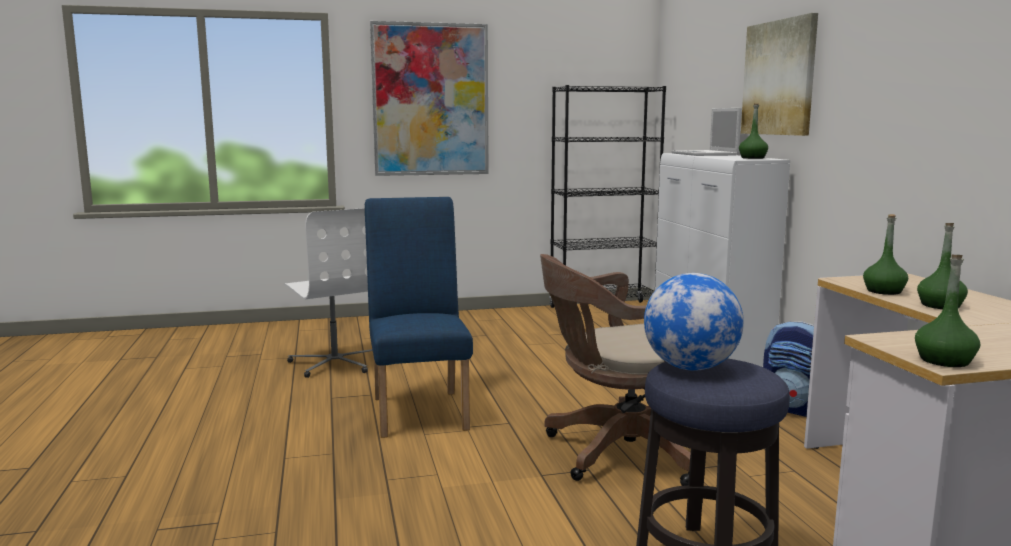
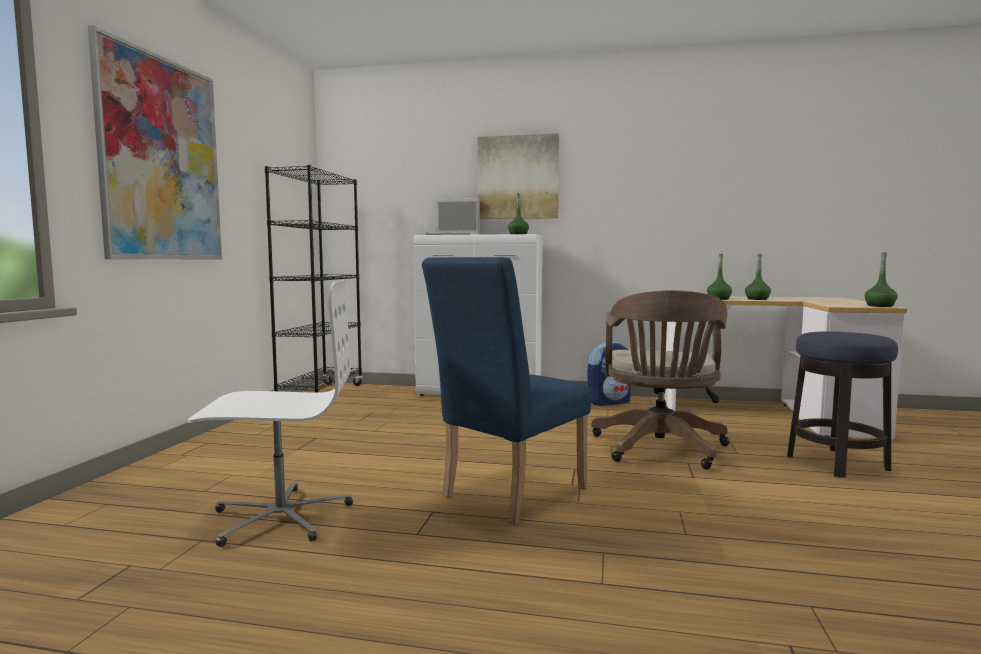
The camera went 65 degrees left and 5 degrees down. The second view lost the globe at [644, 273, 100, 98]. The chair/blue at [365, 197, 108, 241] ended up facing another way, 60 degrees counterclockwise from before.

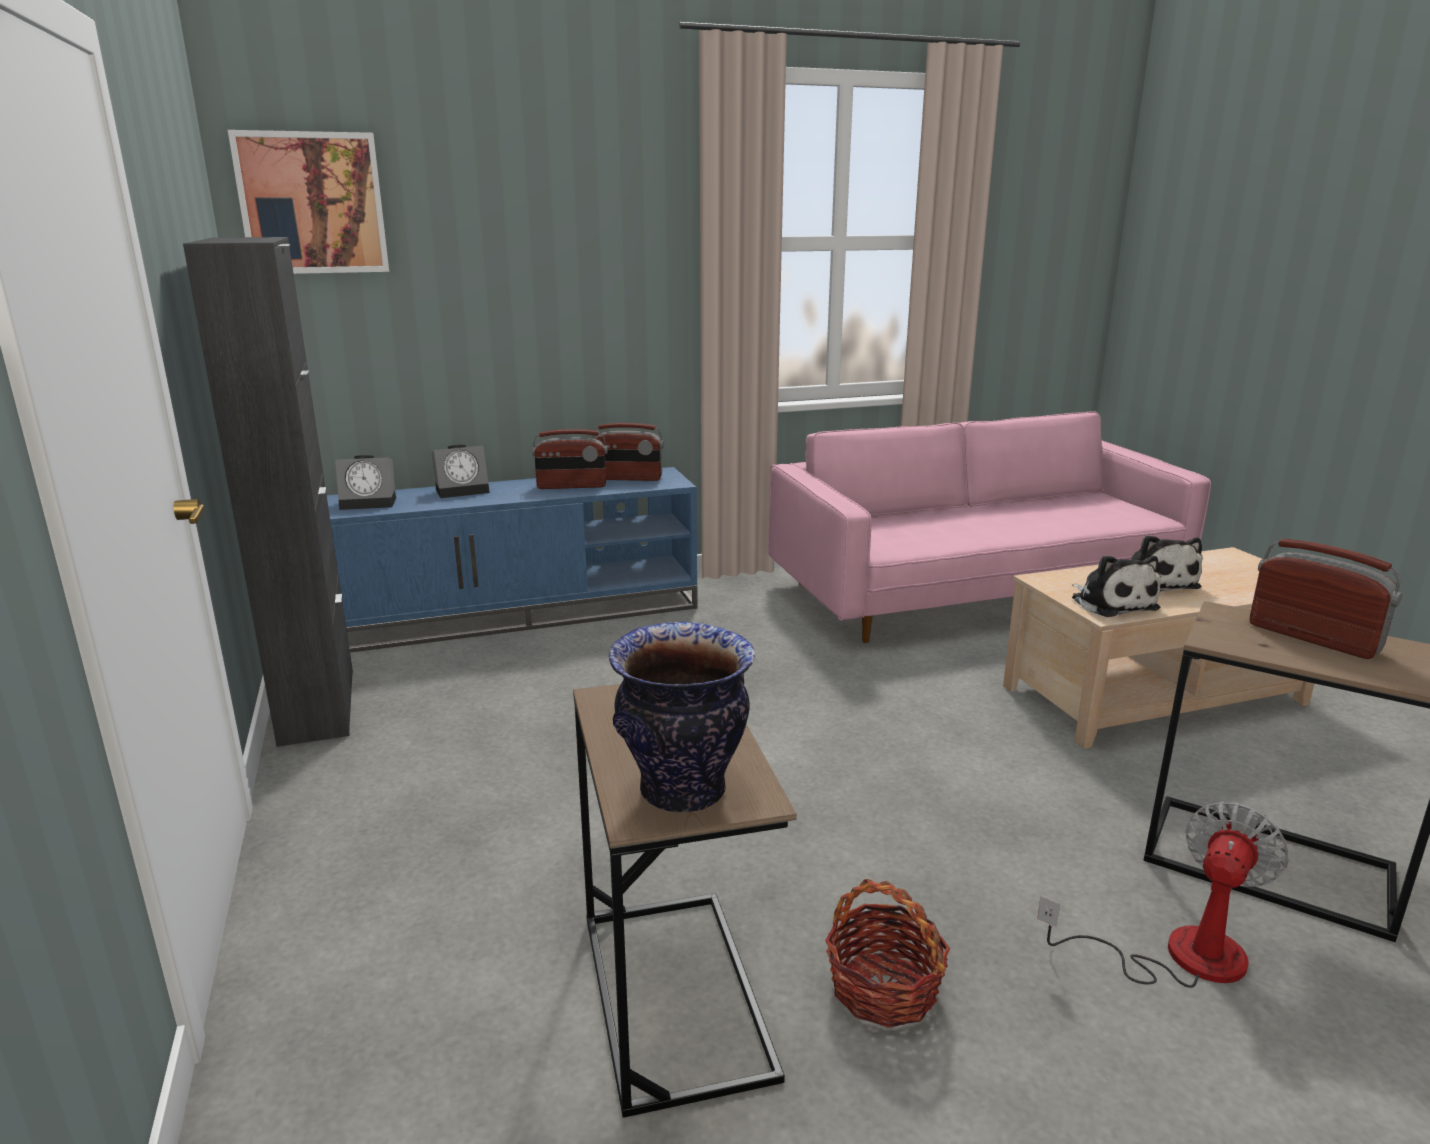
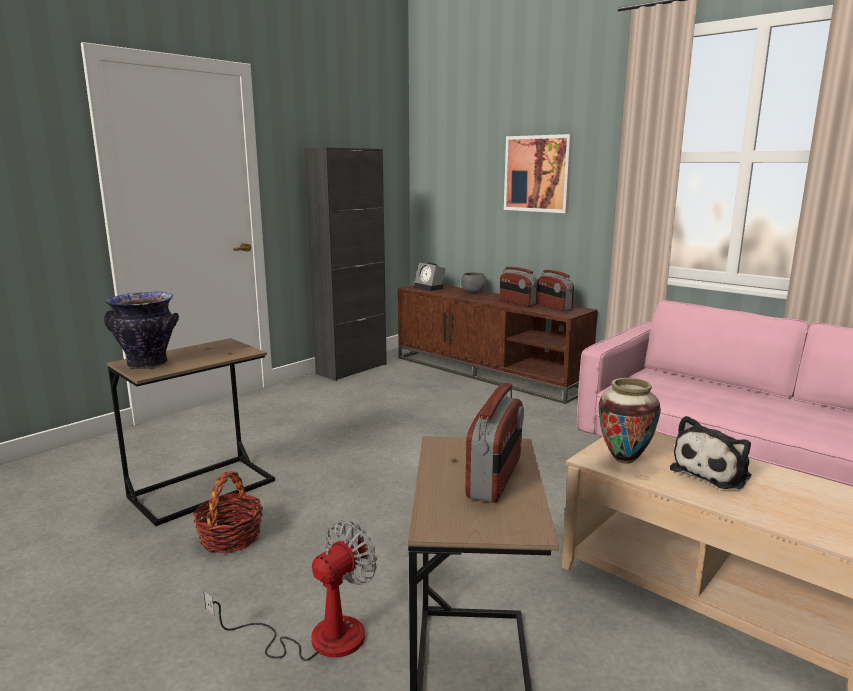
The camera went 60 degrees right and 5 degrees down. The picture ended up elsewhere, having gone from [228, 130, 161, 144] to [504, 134, 69, 79]. Where the alarm clock stood at [431, 444, 59, 54], the bowl/grey came to stand at [461, 272, 26, 22]. Where the plush toy stood at [1072, 555, 89, 62], the vase came to stand at [599, 378, 62, 86]. What was the tv stand/blue at [327, 467, 371, 185] turned into the tv stand/brown at [398, 285, 200, 119]. The fan at [1037, 802, 252, 186] ended up facing another way, 60 degrees counterclockwise from before.

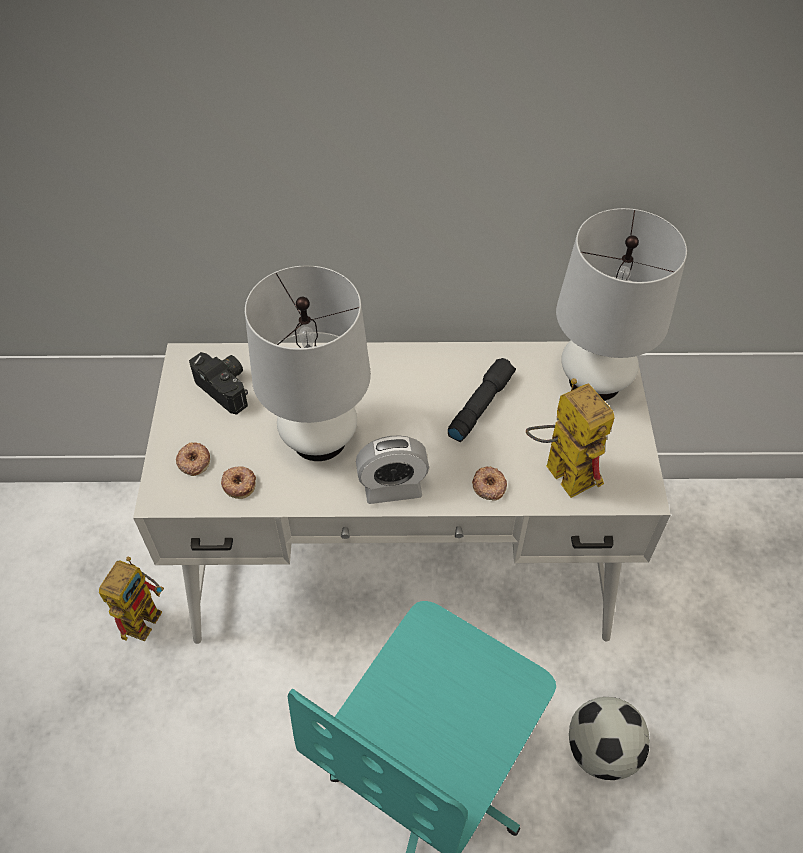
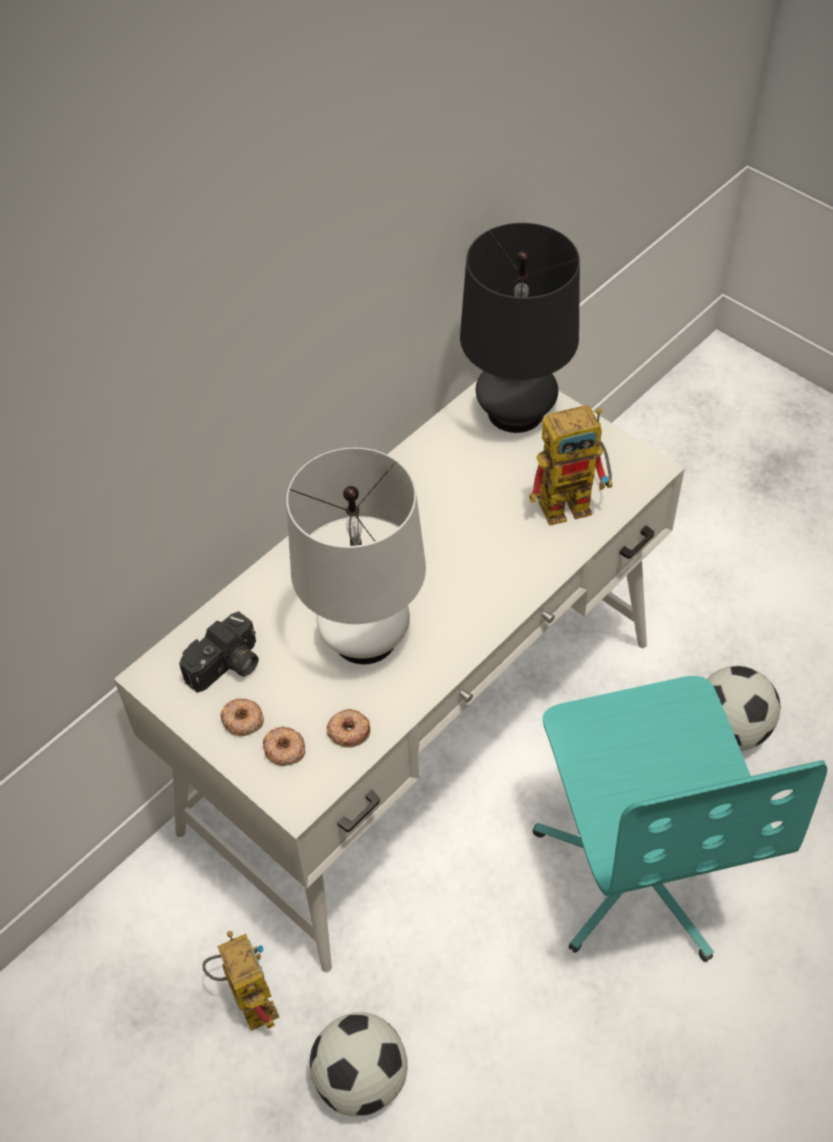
The camera went 45 degrees left and 0 degrees up. The second view lost the alarm clock at [356, 435, 73, 69]. The second view lost the flashlight/black at [448, 358, 68, 84]. The second view gained the football at [310, 1012, 98, 104]. The donut ended up elsewhere, having gone from [472, 466, 35, 35] to [220, 698, 44, 38]. What was the table lamp/white at [556, 208, 131, 193] turned into the table lamp/black at [460, 223, 120, 210]. The photo camera at [189, 352, 59, 63] ended up facing another way, 135 degrees clockwise from before. The toy robot at [526, 378, 89, 120] ended up facing another way, 150 degrees clockwise from before.

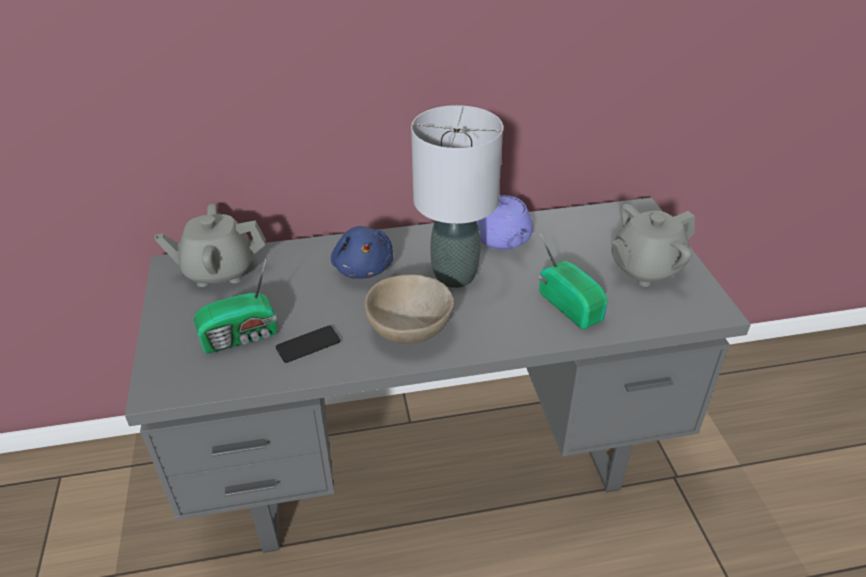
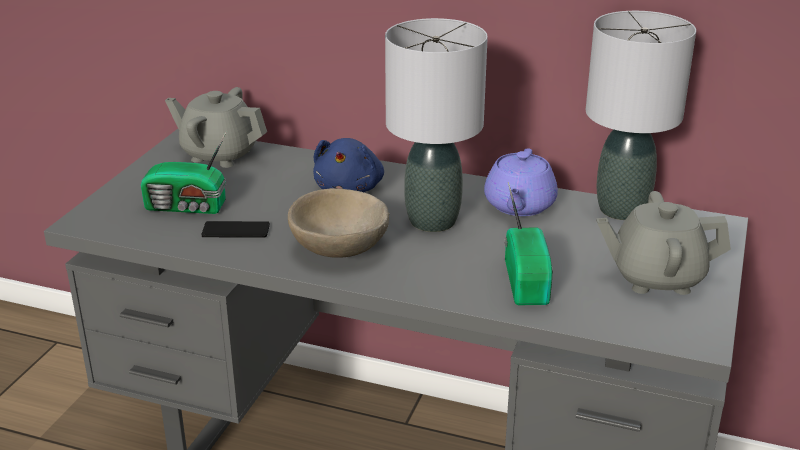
The camera went 30 degrees right and 10 degrees down. The second view gained the table lamp/grey at [586, 11, 110, 209].

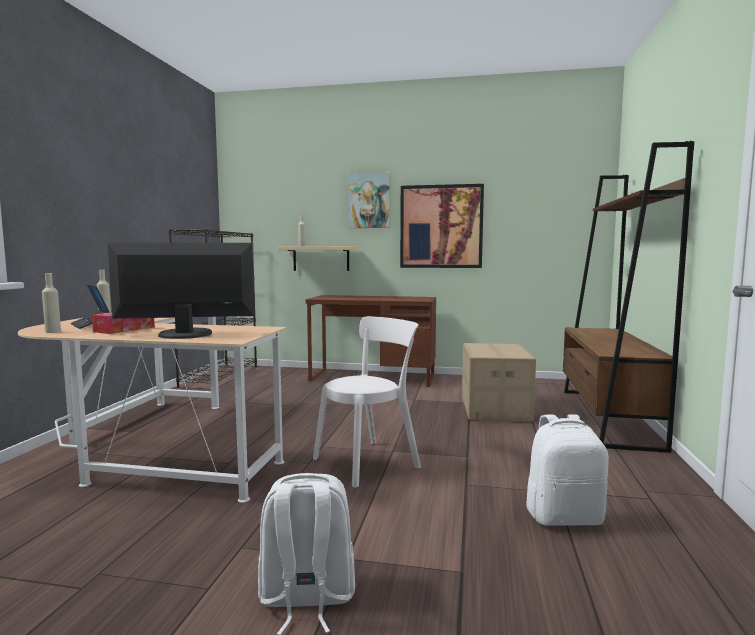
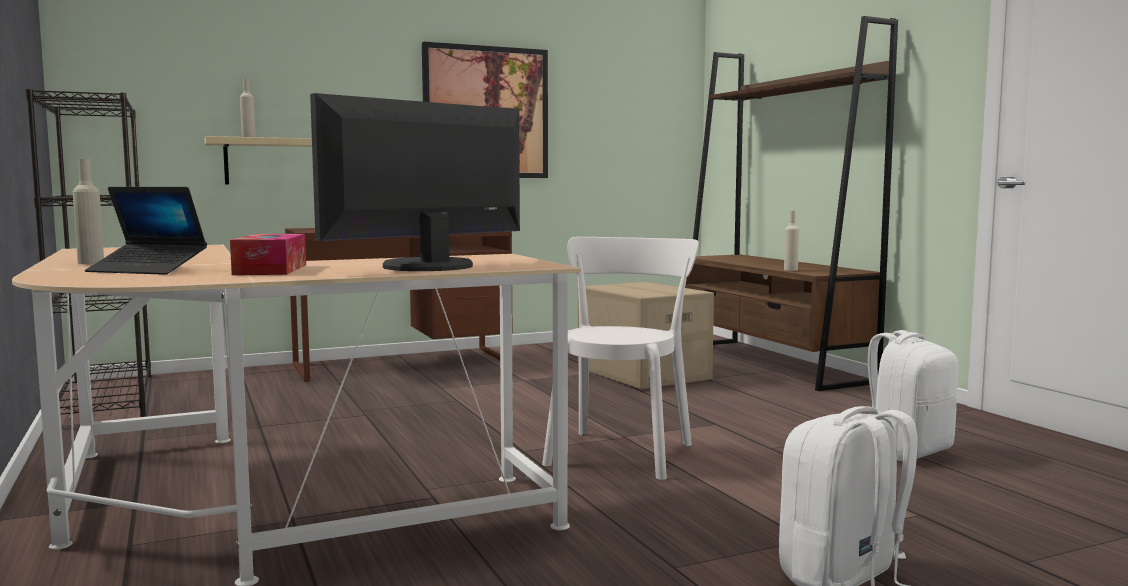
The camera went 35 degrees left and 0 degrees up. The second view lost the picture at [347, 173, 43, 55]. The bottle/beige ended up elsewhere, having gone from [42, 273, 19, 60] to [784, 211, 15, 60].

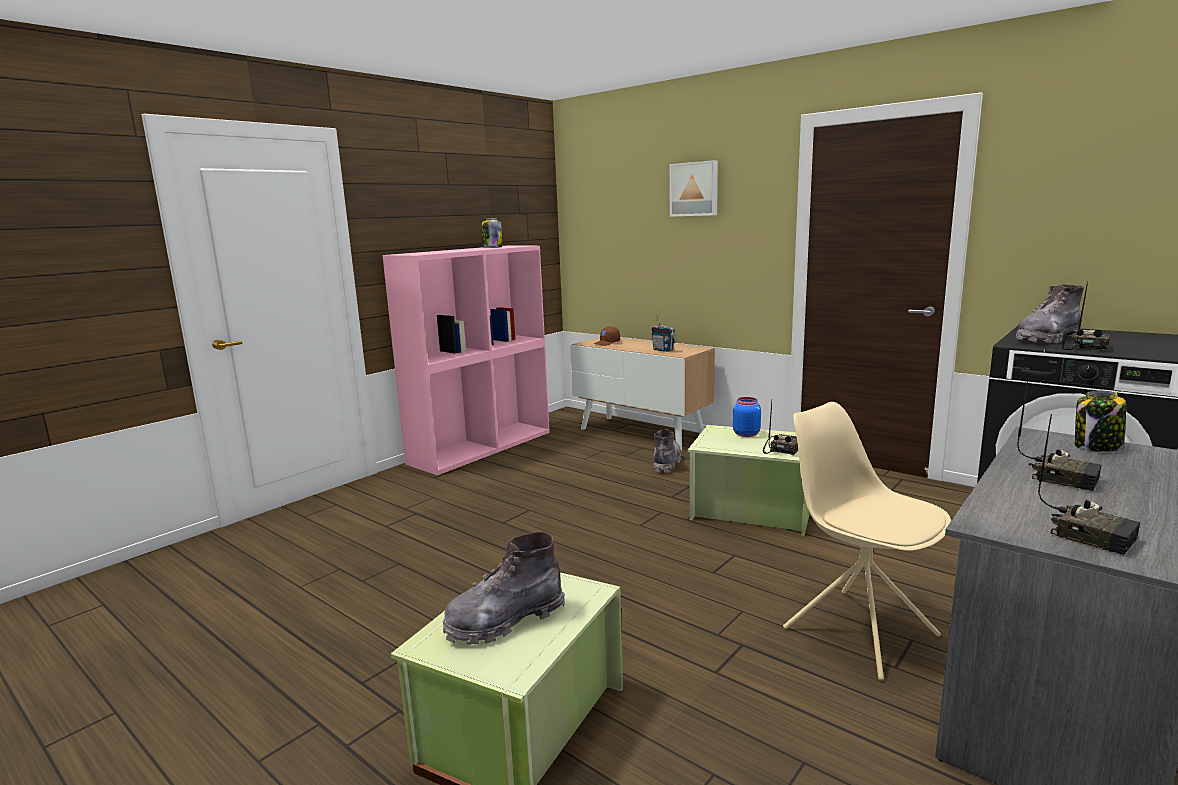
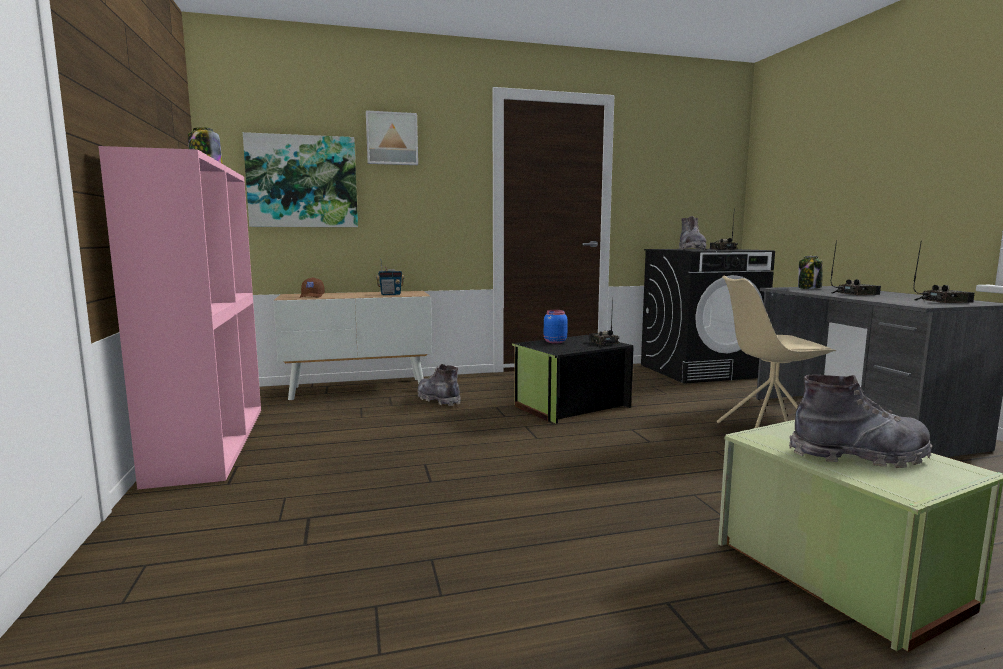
The camera went 55 degrees left and 5 degrees down. The second view gained the picture at [243, 132, 115, 95]. What was the storage box/green at [688, 425, 122, 111] turned into the storage box/black at [512, 335, 122, 88]. The boot/grey at [442, 531, 123, 114] ended up facing another way, 90 degrees counterclockwise from before.

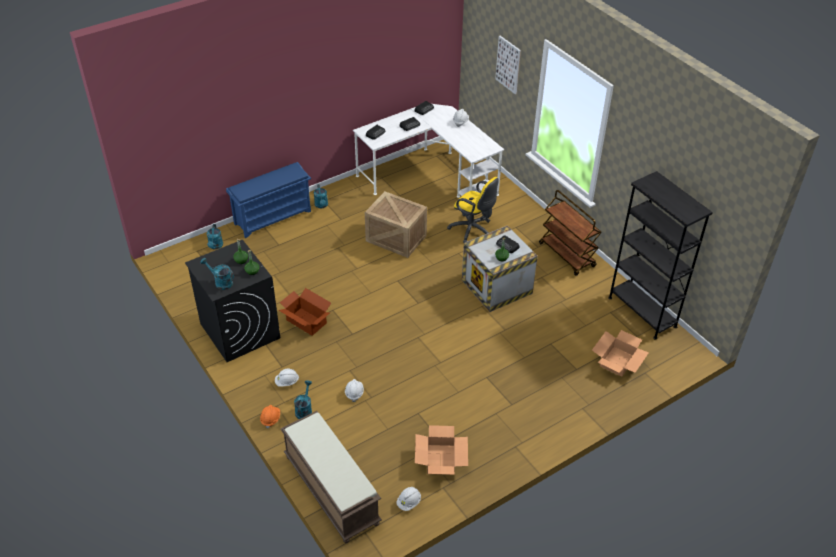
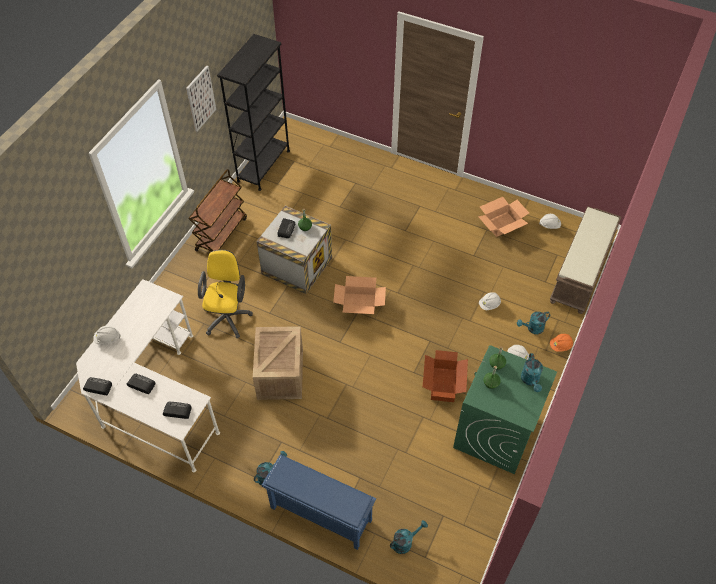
The camera went 120 degrees left and 10 degrees up. The picture ended up elsewhere, having gone from [495, 36, 26, 58] to [186, 66, 30, 66]. The cardboard box ended up elsewhere, having gone from [592, 330, 57, 47] to [333, 276, 53, 38]. What was the washing machine/black at [185, 240, 95, 122] turned into the washing machine/green at [453, 345, 104, 129].

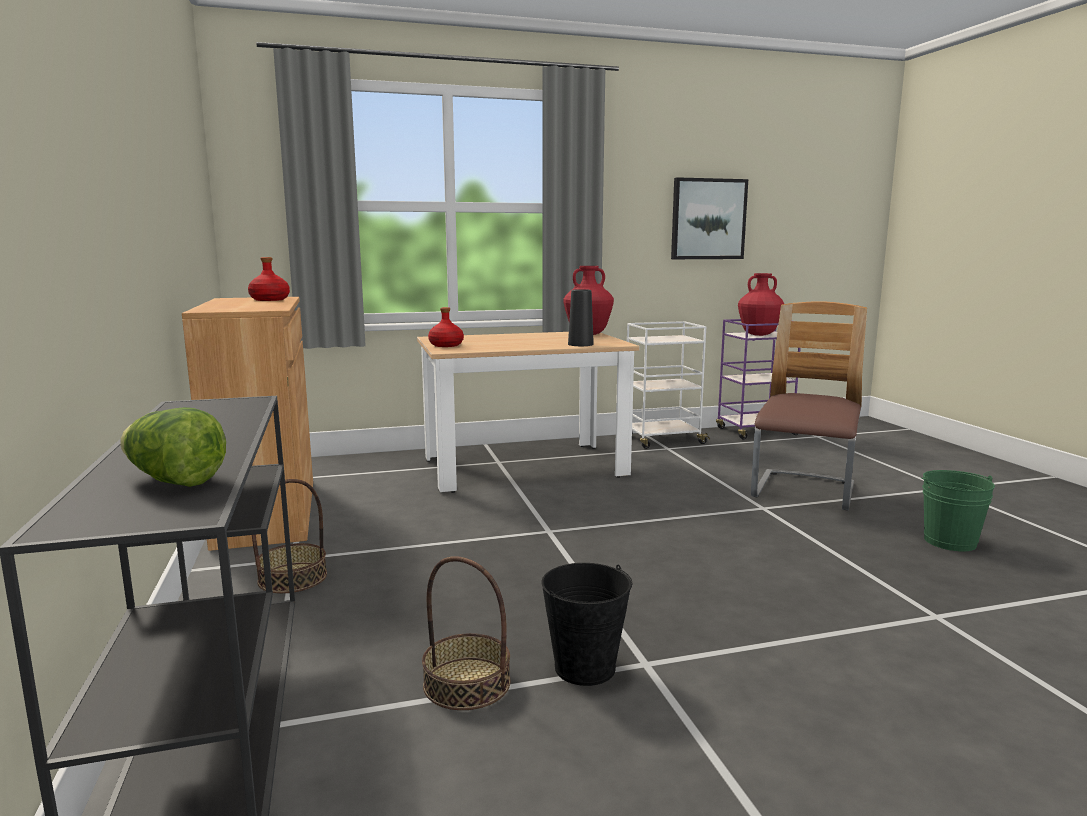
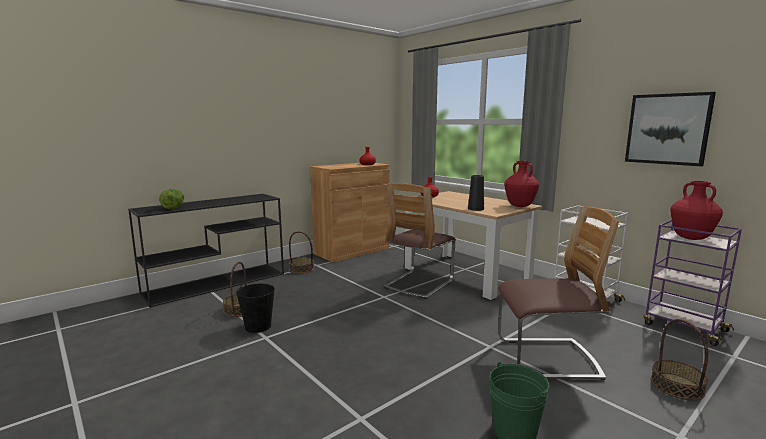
The camera went 65 degrees right and 0 degrees up. The second view gained the chair at [383, 183, 73, 116]. The second view gained the basket at [651, 319, 57, 81].

